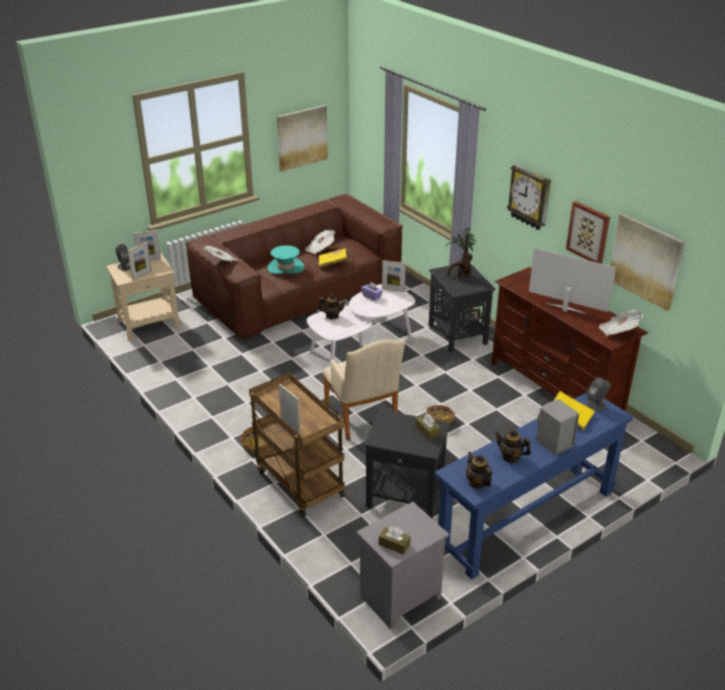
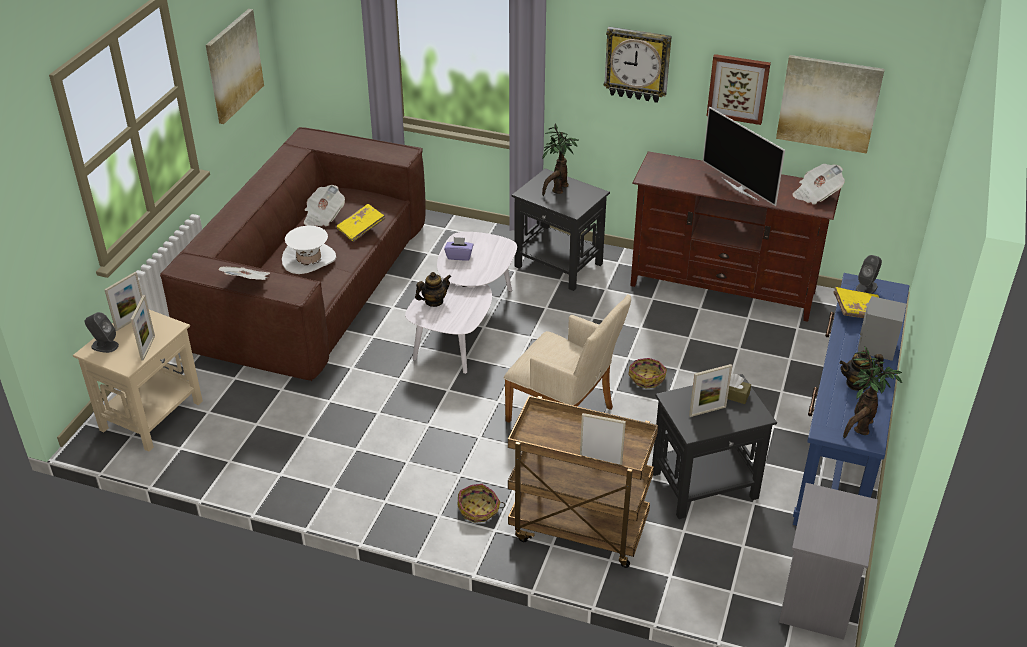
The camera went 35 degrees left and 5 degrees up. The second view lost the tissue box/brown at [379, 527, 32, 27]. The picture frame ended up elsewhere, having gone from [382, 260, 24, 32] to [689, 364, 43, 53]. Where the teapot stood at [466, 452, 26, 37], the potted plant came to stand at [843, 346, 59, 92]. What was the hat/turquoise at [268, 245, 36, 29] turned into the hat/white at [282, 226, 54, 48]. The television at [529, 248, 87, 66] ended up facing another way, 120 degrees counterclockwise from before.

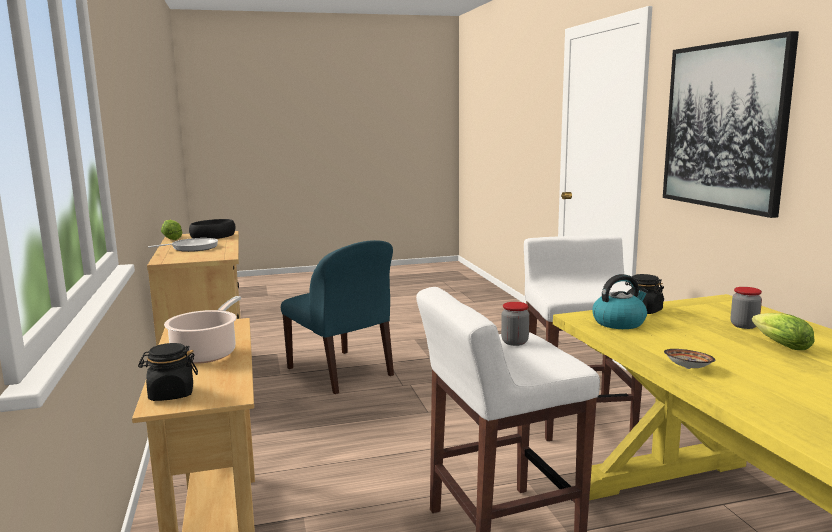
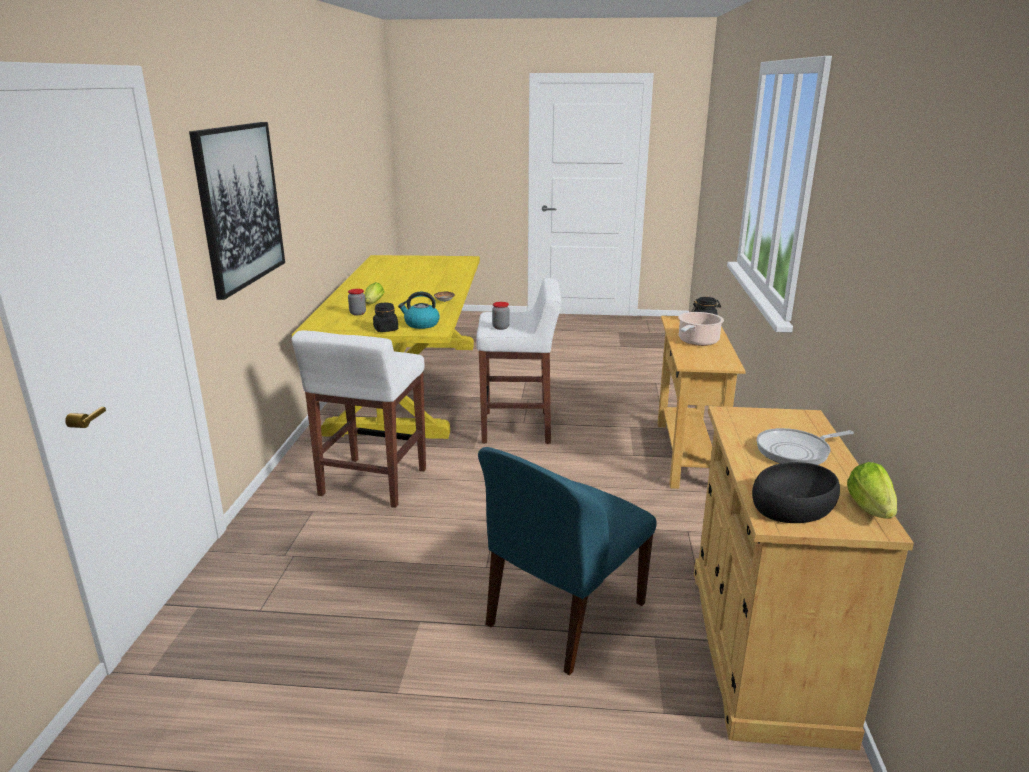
The camera went 160 degrees left and 10 degrees up. The chair/blue at [281, 240, 113, 154] ended up facing another way, 120 degrees counterclockwise from before.

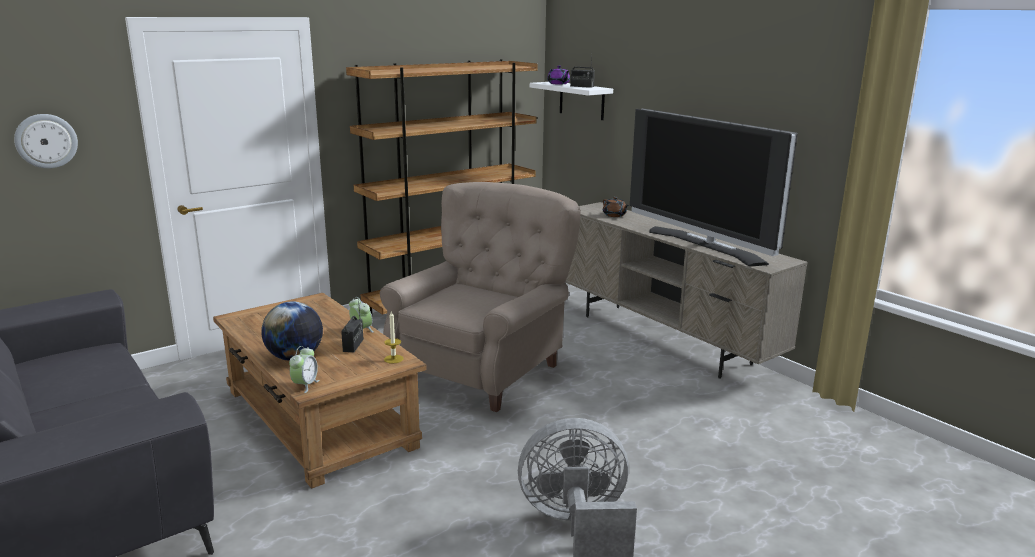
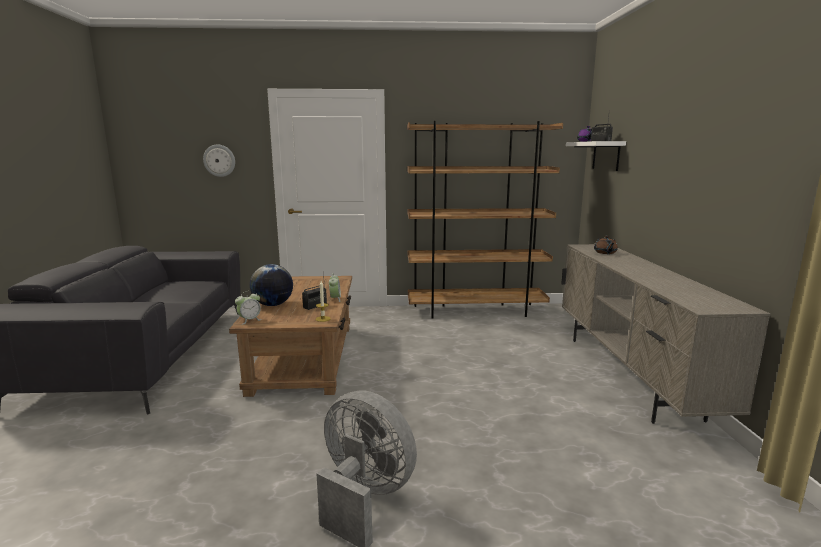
The camera went 35 degrees right and 5 degrees down. The second view lost the armchair/beige at [380, 182, 200, 230]. The second view lost the television at [630, 108, 168, 158].

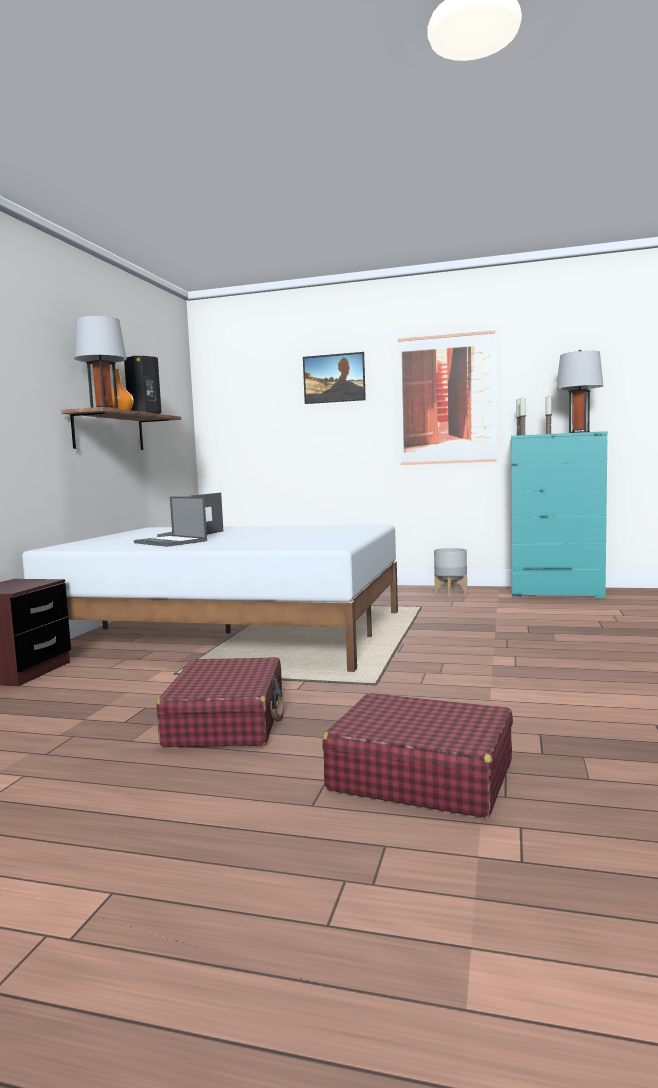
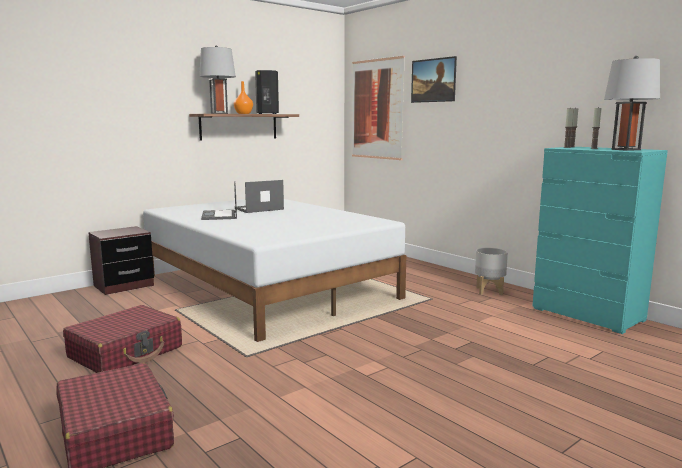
The camera went 35 degrees right and 5 degrees up. The picture ended up elsewhere, having gone from [398, 330, 98, 135] to [352, 56, 53, 104].

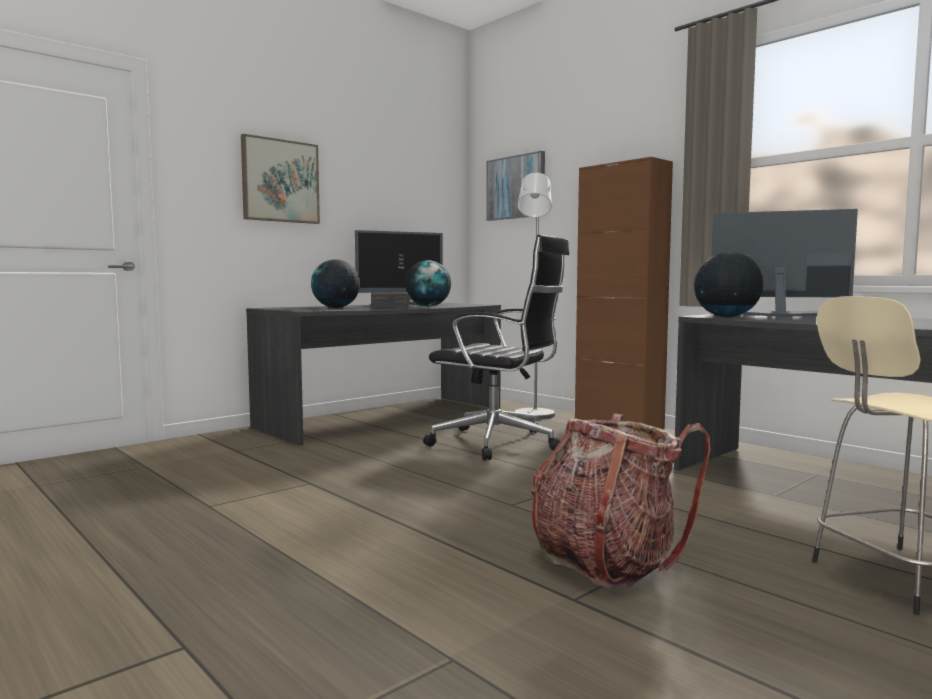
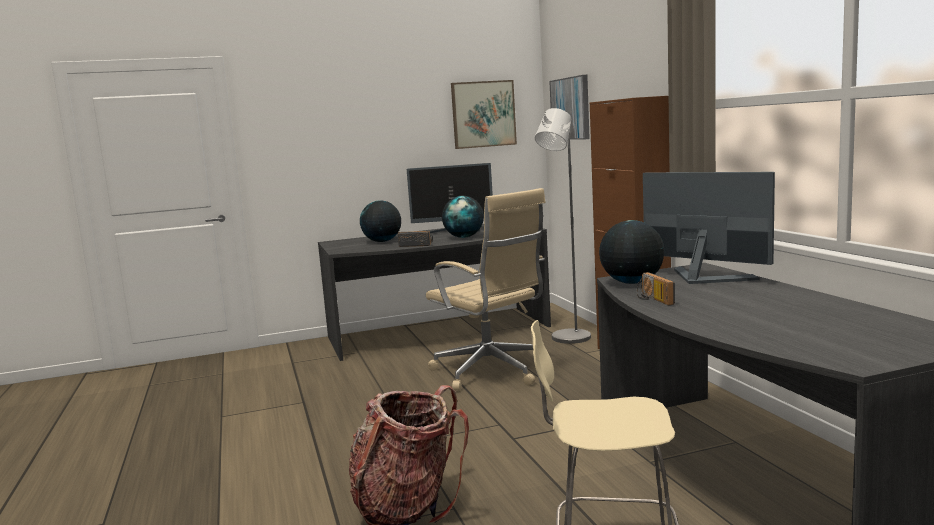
The camera went 25 degrees right and 5 degrees up. The second view gained the radio at [637, 272, 38, 34]. The picture ended up elsewhere, having gone from [241, 134, 79, 90] to [451, 80, 66, 69]. What was the office chair/black at [423, 235, 146, 225] turned into the office chair/beige at [426, 188, 120, 203].

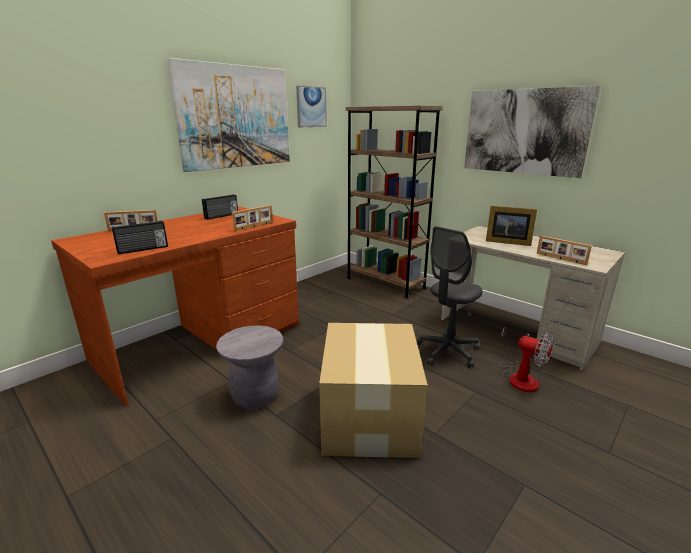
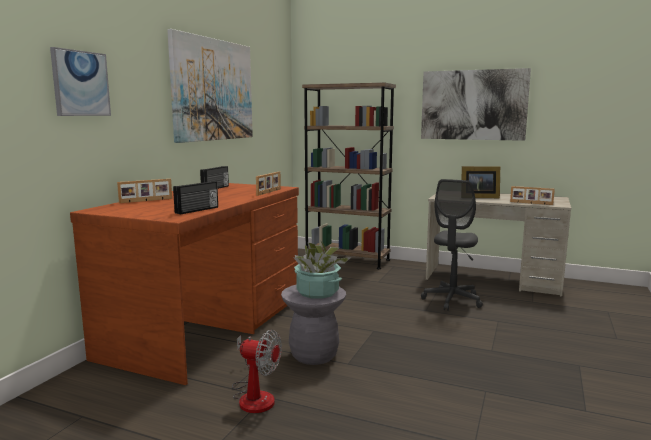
The camera went 20 degrees left and 10 degrees down. The second view lost the cardboard box at [319, 323, 109, 135]. The second view gained the potted plant at [293, 241, 58, 58]. The picture ended up elsewhere, having gone from [296, 86, 31, 41] to [50, 47, 61, 69]. The fan ended up elsewhere, having gone from [499, 327, 55, 65] to [232, 329, 50, 84].

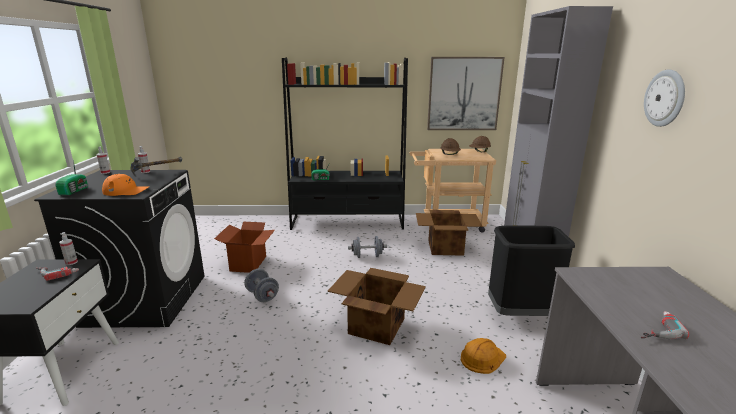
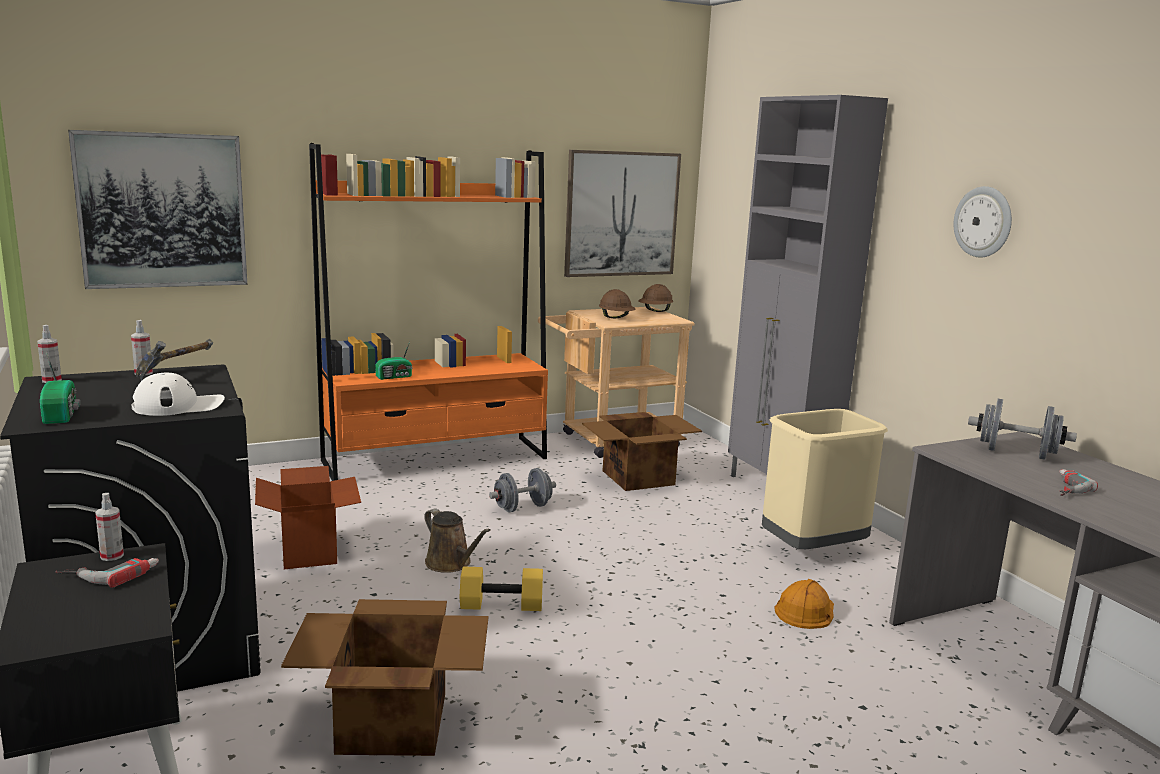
The camera went 25 degrees left and 5 degrees down. The second view gained the picture at [68, 130, 179, 159]. The second view gained the watering can/brown at [424, 508, 67, 65]. The second view gained the dumbbell/yellow at [459, 567, 84, 44]. The dumbbell/grey ended up elsewhere, having gone from [244, 269, 35, 33] to [968, 399, 109, 61]. The cardboard box ended up elsewhere, having gone from [328, 268, 98, 77] to [281, 599, 207, 157]. What was the cap/orange at [102, 174, 47, 22] turned into the cap/white at [132, 373, 93, 43]. What was the bookcase/black at [282, 57, 126, 173] turned into the bookcase/orange at [309, 143, 239, 338]. What was the trash can/black at [488, 226, 87, 90] turned into the trash can/beige at [762, 409, 126, 140].

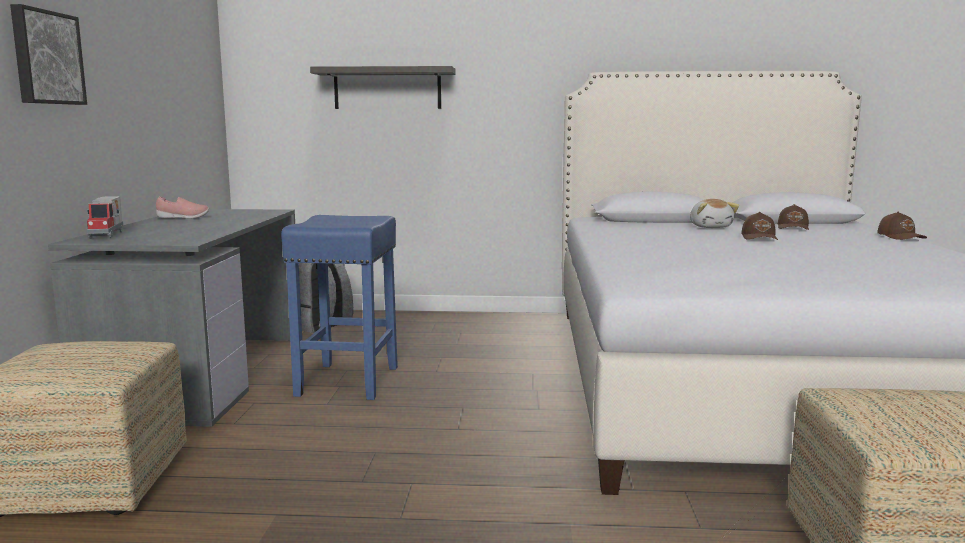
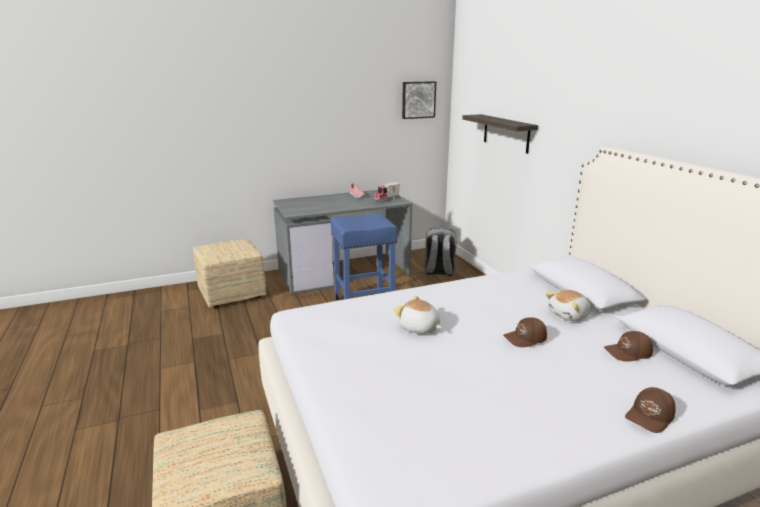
The camera went 65 degrees right and 10 degrees up. The second view gained the plush toy at [394, 296, 48, 38]. The picture ended up elsewhere, having gone from [10, 4, 77, 101] to [402, 81, 34, 38]. The toy truck ended up elsewhere, having gone from [87, 196, 37, 43] to [374, 182, 26, 21].

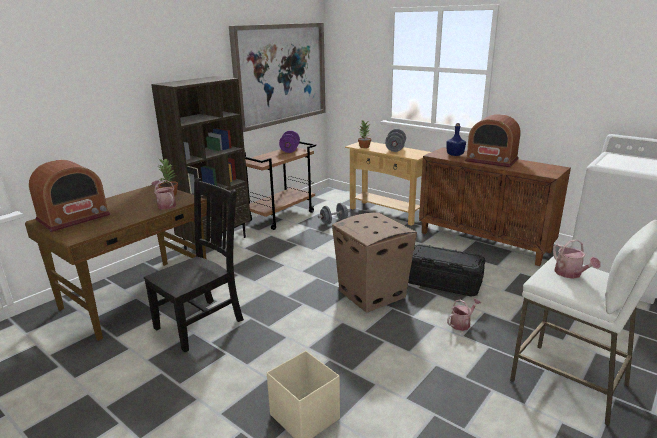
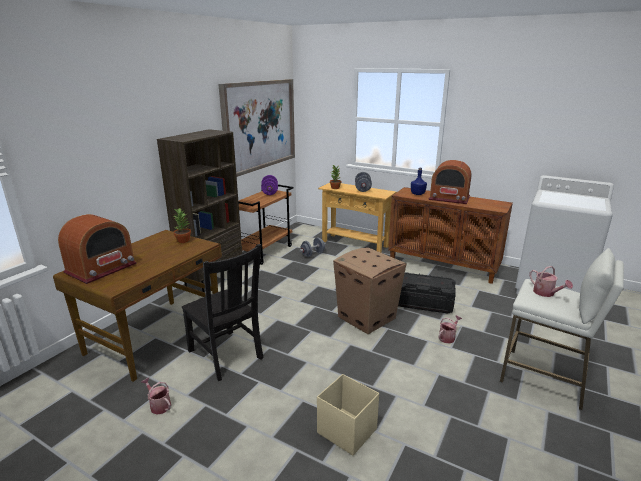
The camera went 10 degrees left and 0 degrees up. The watering can ended up elsewhere, having gone from [151, 180, 25, 30] to [141, 378, 30, 36]. The chair/black at [144, 178, 100, 174] ended up facing another way, 105 degrees clockwise from before.

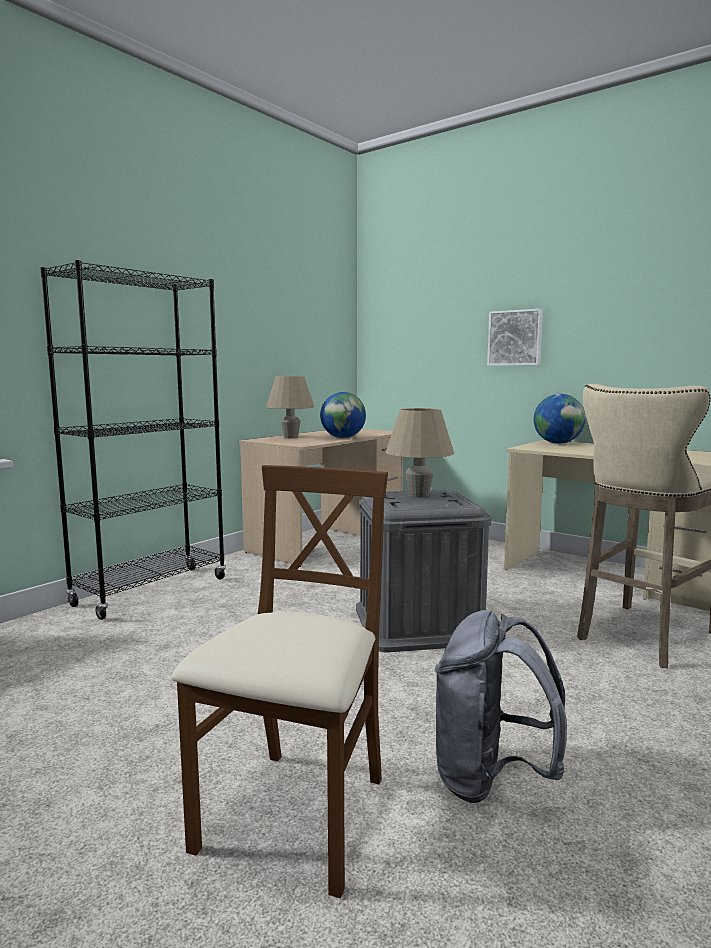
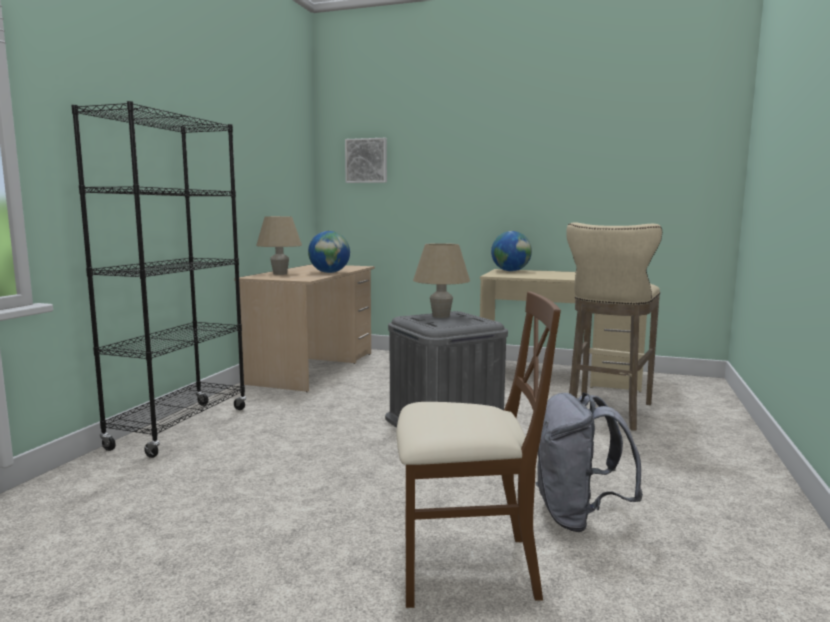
The camera went 20 degrees left and 0 degrees up. The picture ended up elsewhere, having gone from [487, 309, 56, 57] to [345, 138, 42, 45]. The chair/brown at [171, 465, 217, 433] ended up facing another way, 90 degrees clockwise from before.

